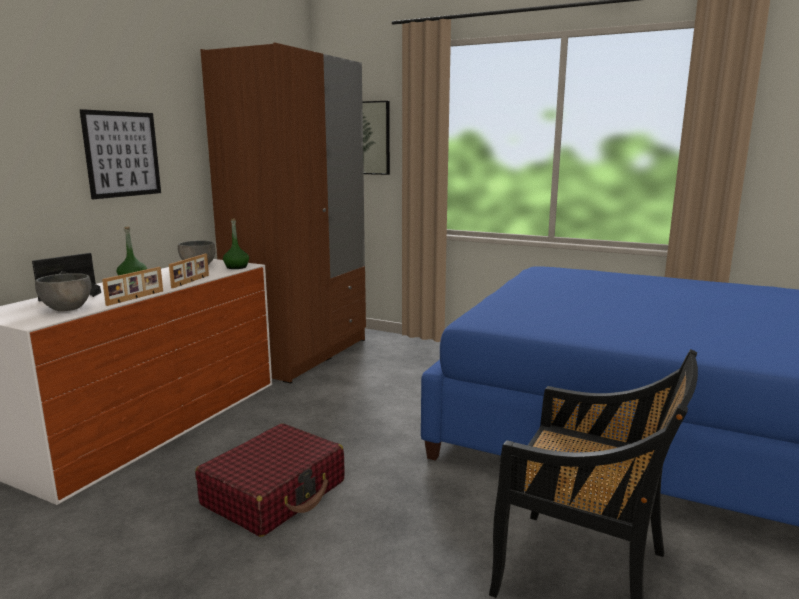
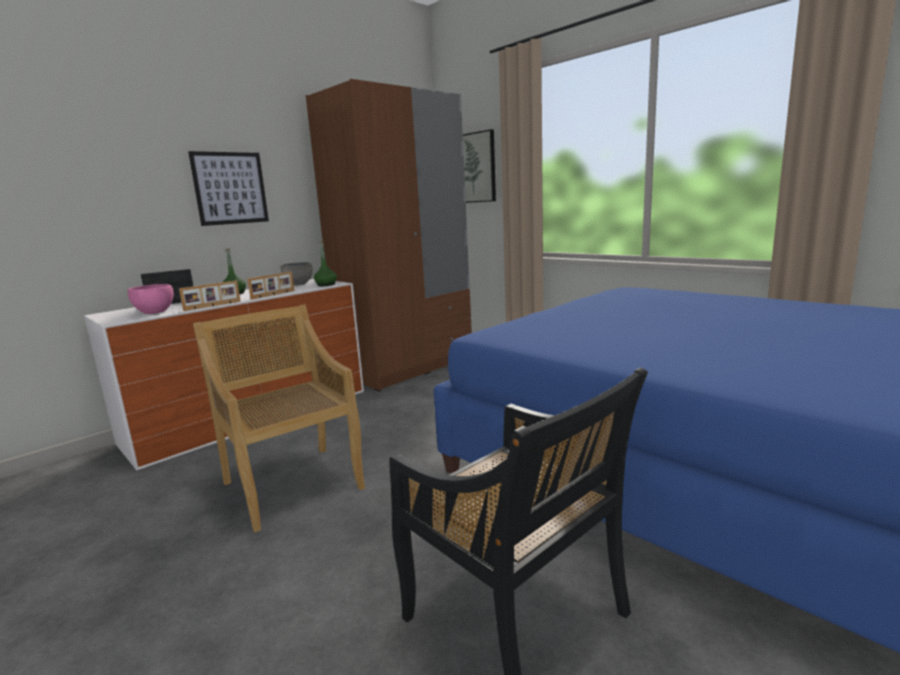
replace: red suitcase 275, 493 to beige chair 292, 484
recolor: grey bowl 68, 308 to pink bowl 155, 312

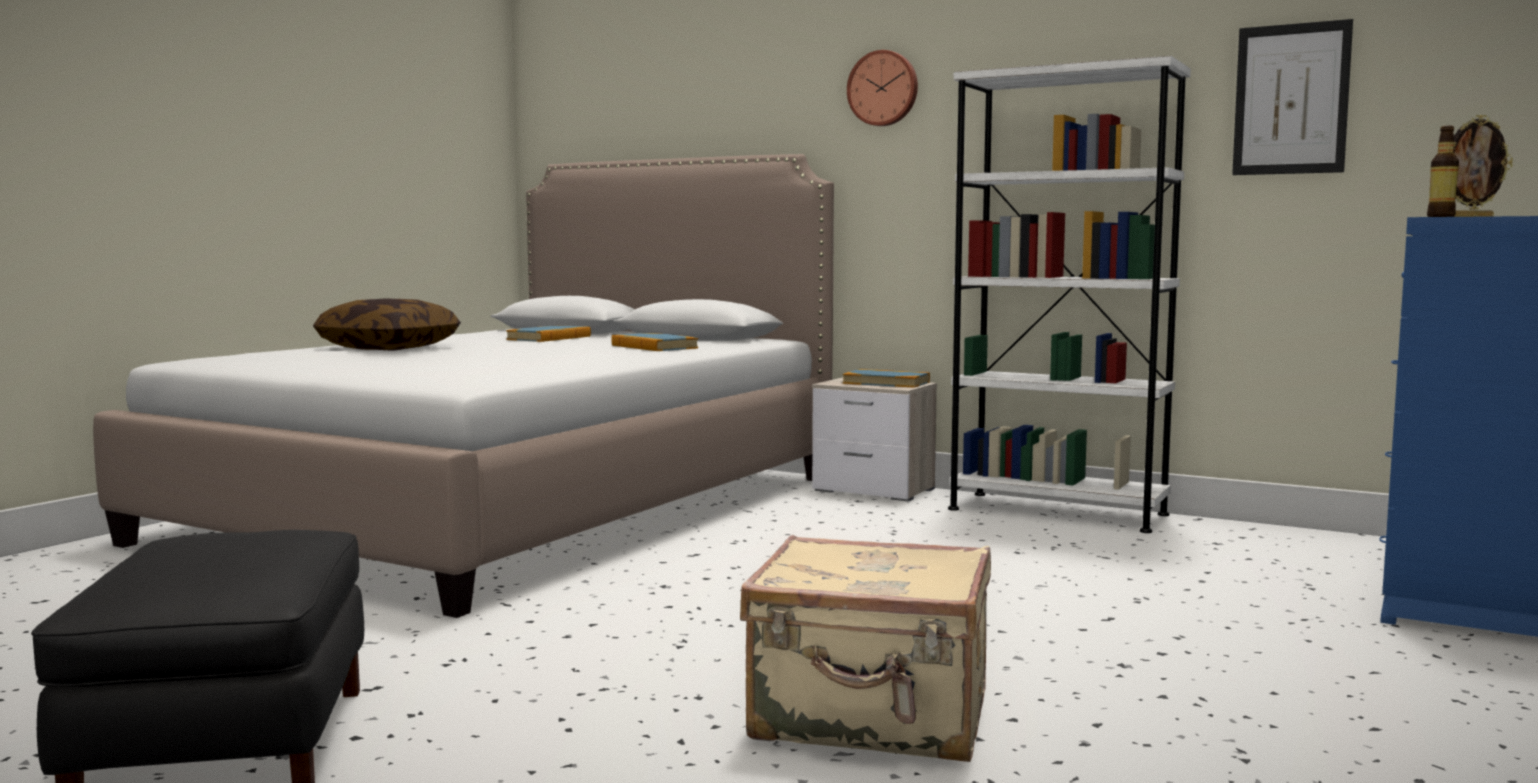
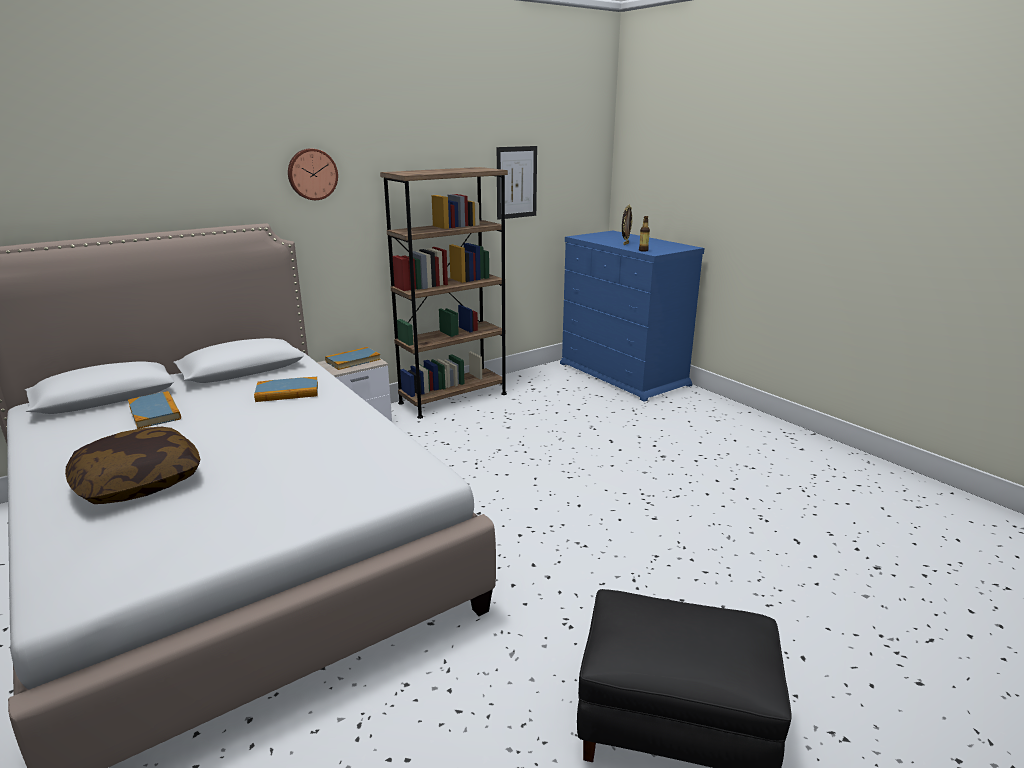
delete: beige suitcase 873, 718
recolor: white bookcase 1057, 512 to brown bookcase 453, 398

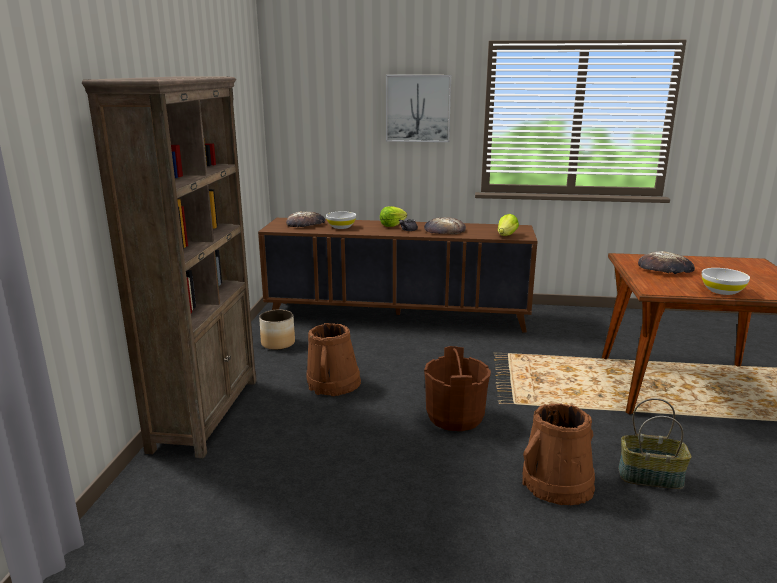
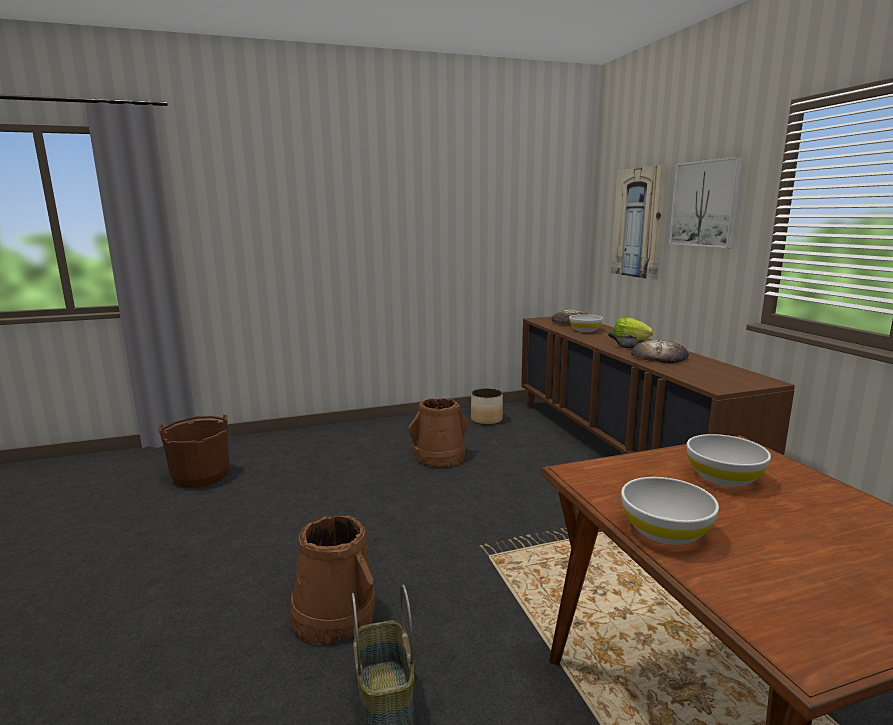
delete: brown bookcase 206, 413; lettuce 506, 235
insert: picture 638, 223
move: brown bucket 455, 416 to 201, 476
replace: bread 665, 269 to white bowl 724, 477

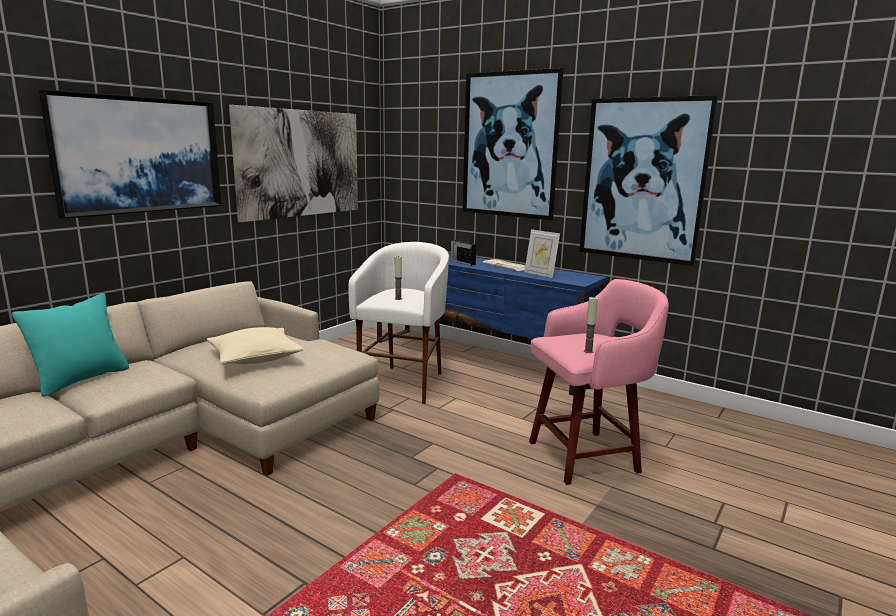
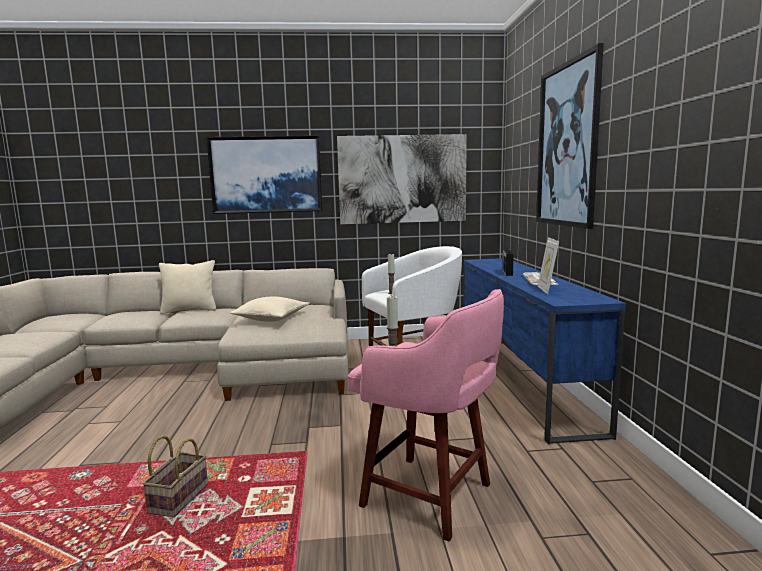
delete: picture 643, 180
insert: basket 179, 497
recolor: turquoise pillow 81, 379 to beige pillow 190, 310

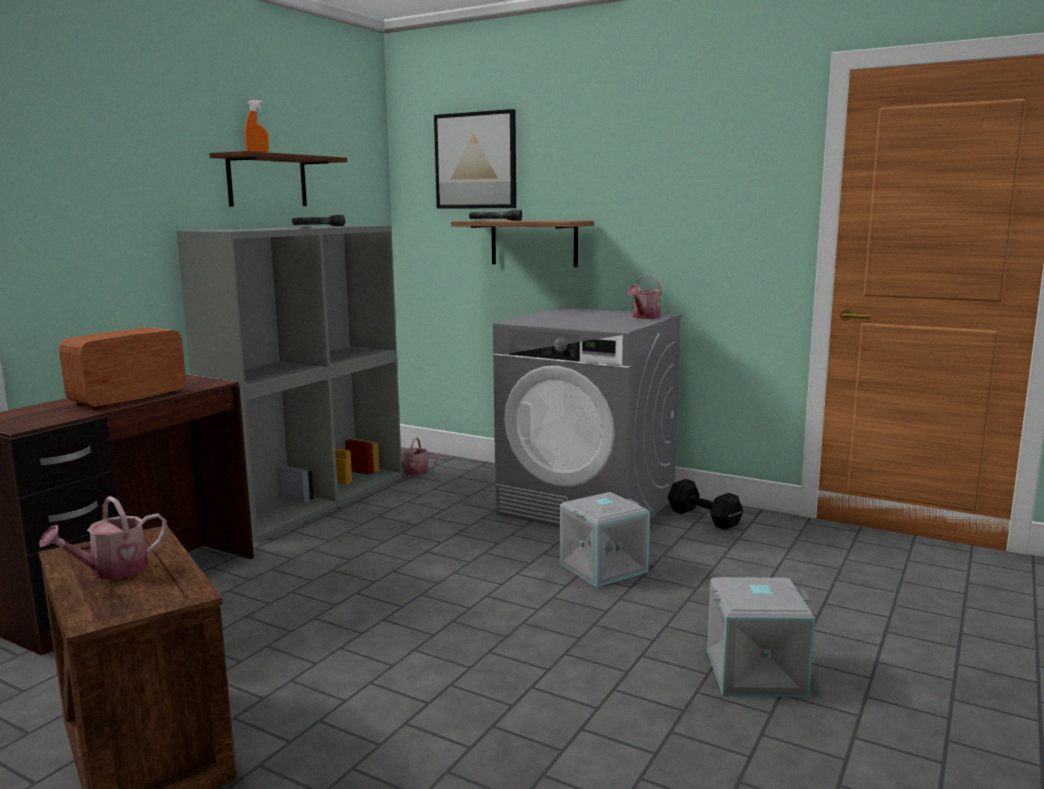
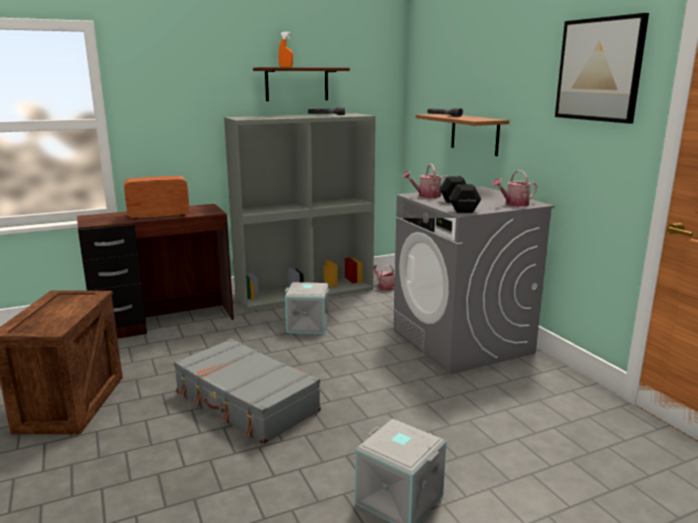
insert: grey suitcase 246, 402
move: watering can 112, 571 to 426, 196; picture 475, 161 to 599, 70; grey storage box 603, 567 to 308, 325; black dumbbell 704, 518 to 458, 206

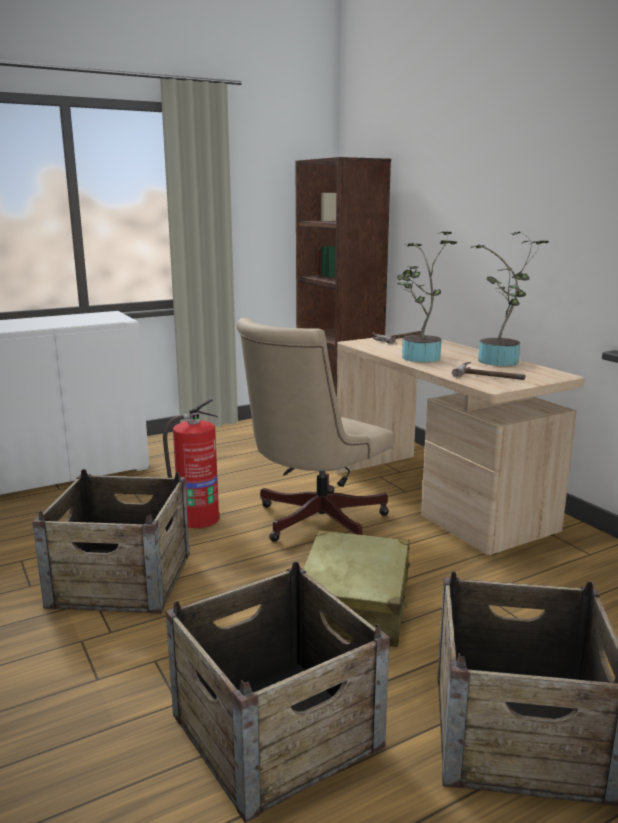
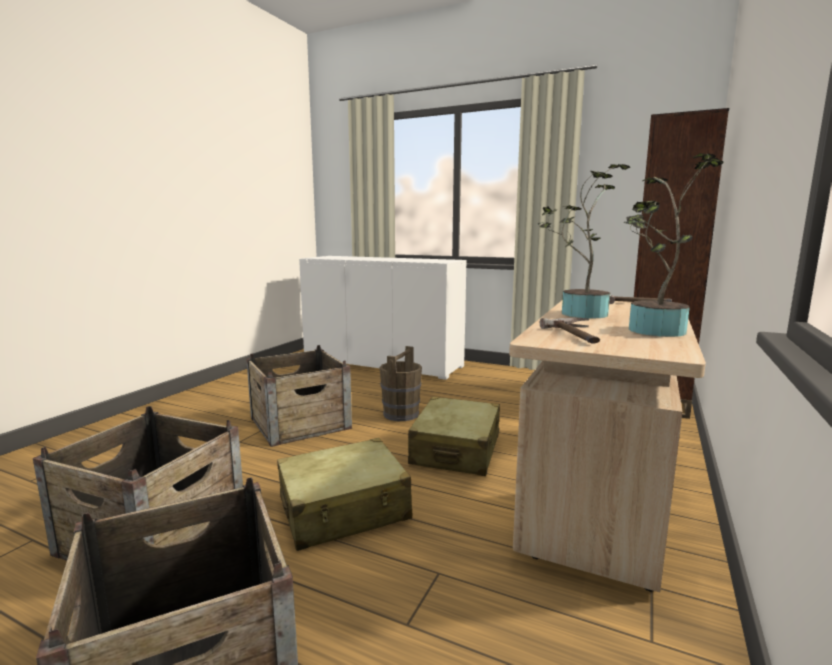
replace: fire extinguisher 197, 519 to brown bucket 401, 414; beige office chair 313, 522 to beige suitcase 456, 450

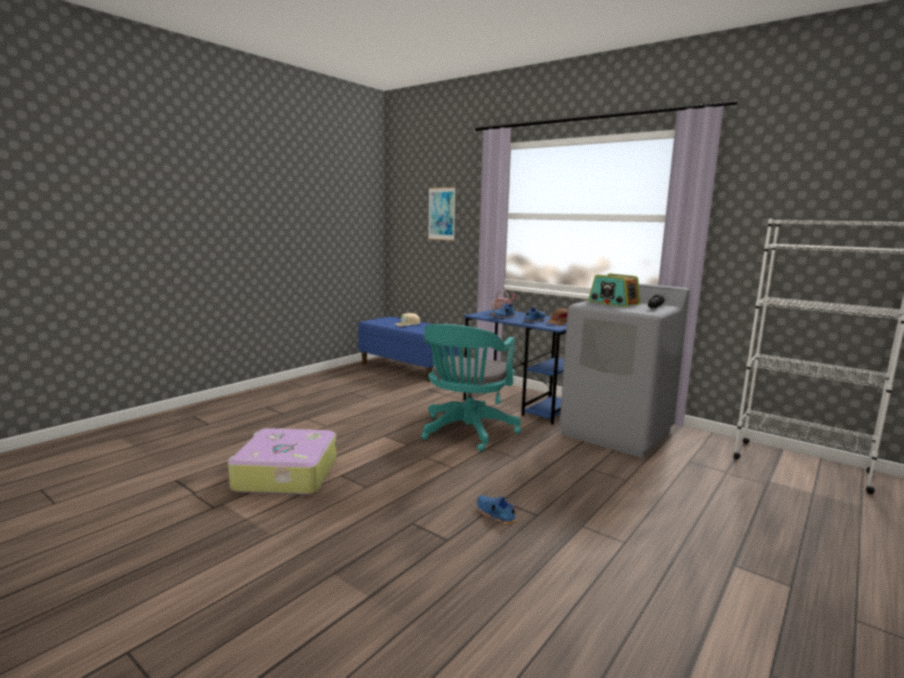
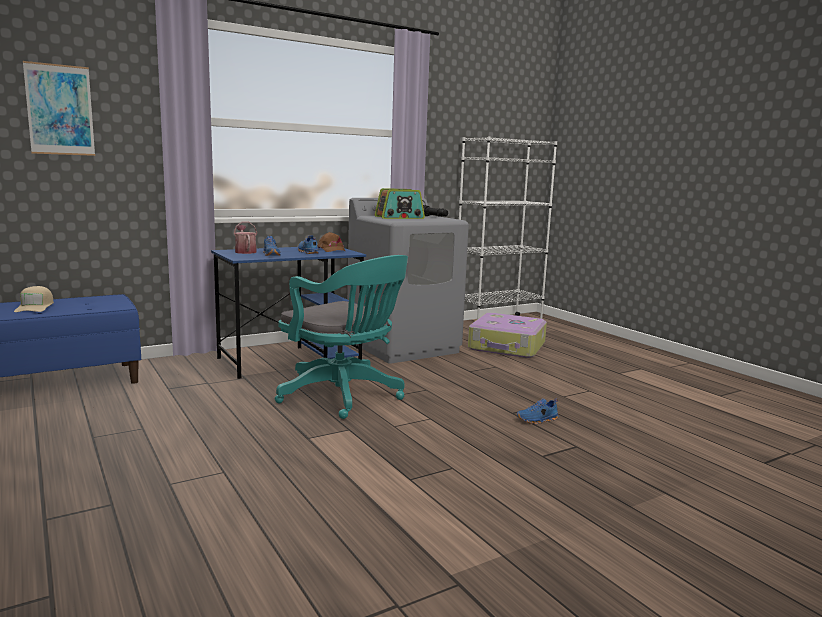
move: suitcase 285, 474 to 507, 346

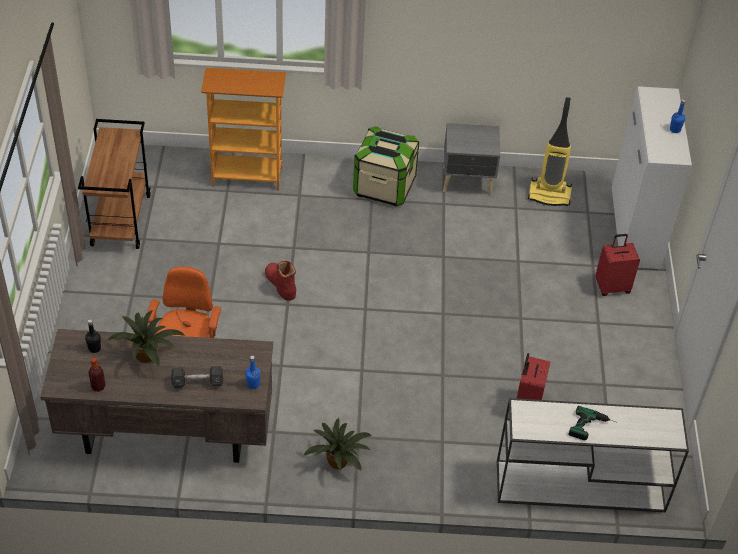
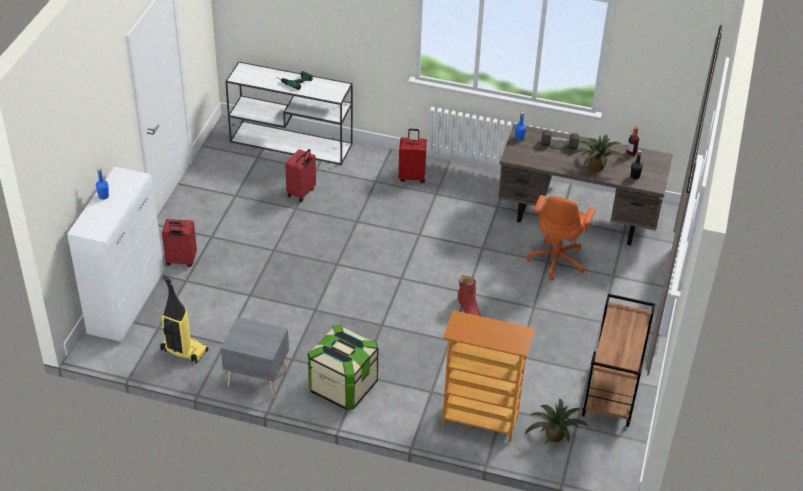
insert: red suitcase 412, 176
move: potted plant 338, 460 to 553, 437

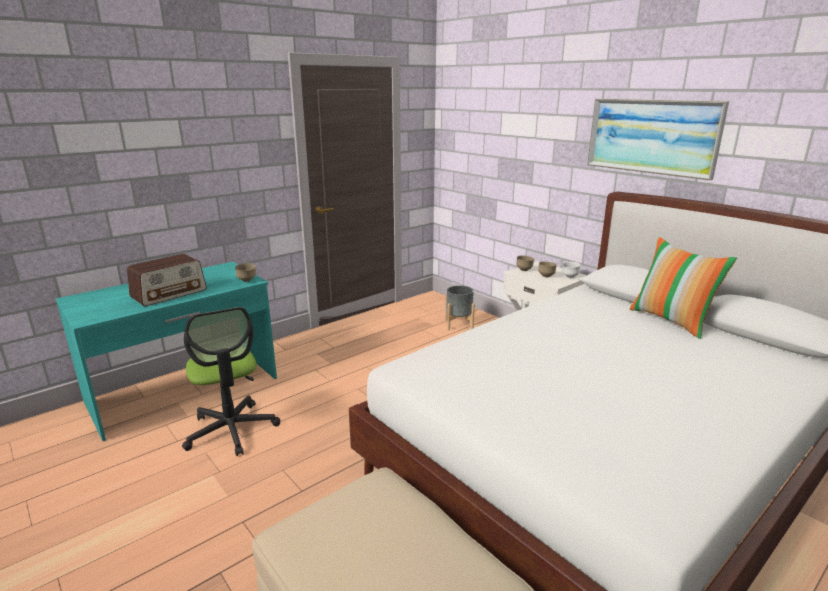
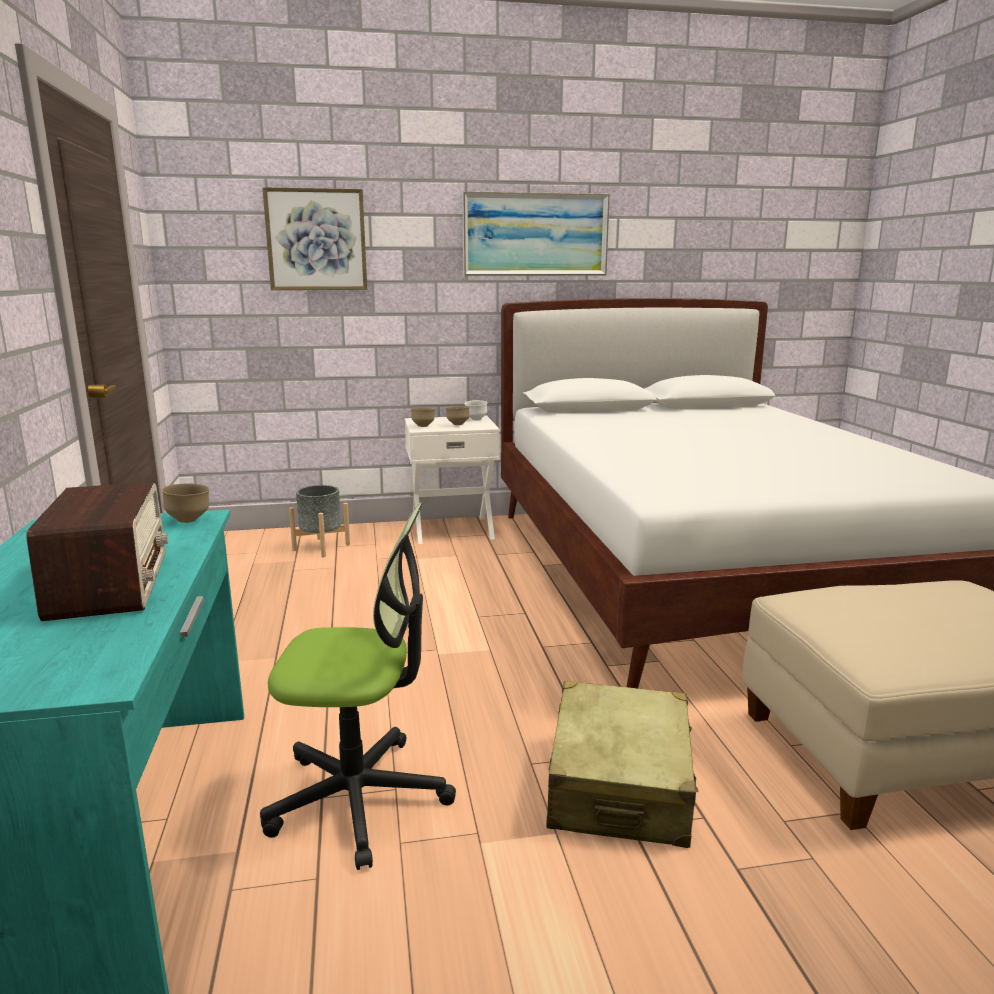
delete: pillow 671, 320
insert: picture 316, 240; beige suitcase 619, 785

